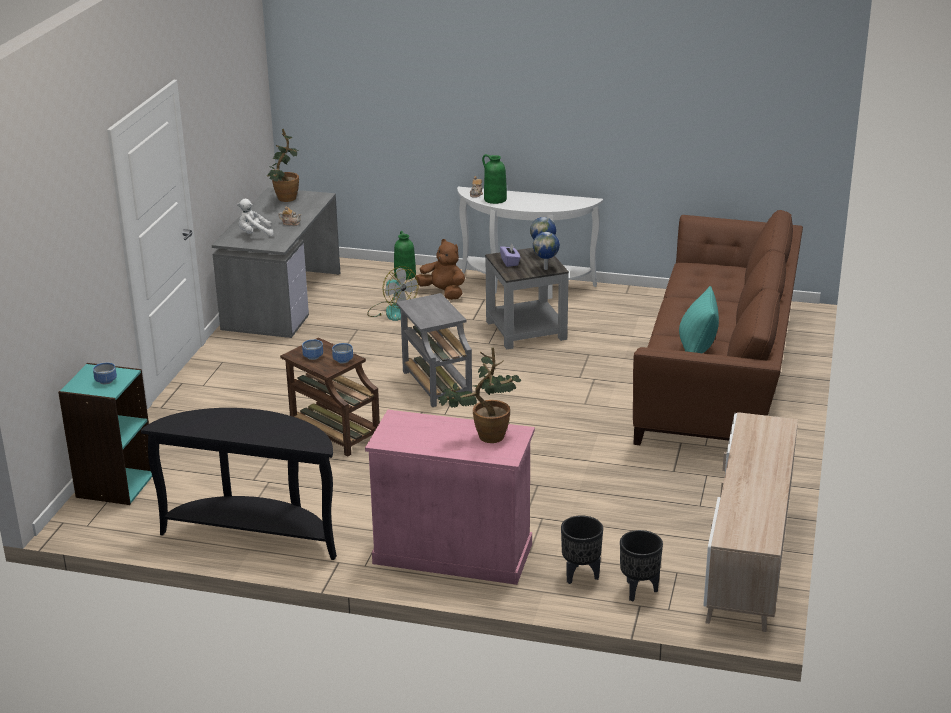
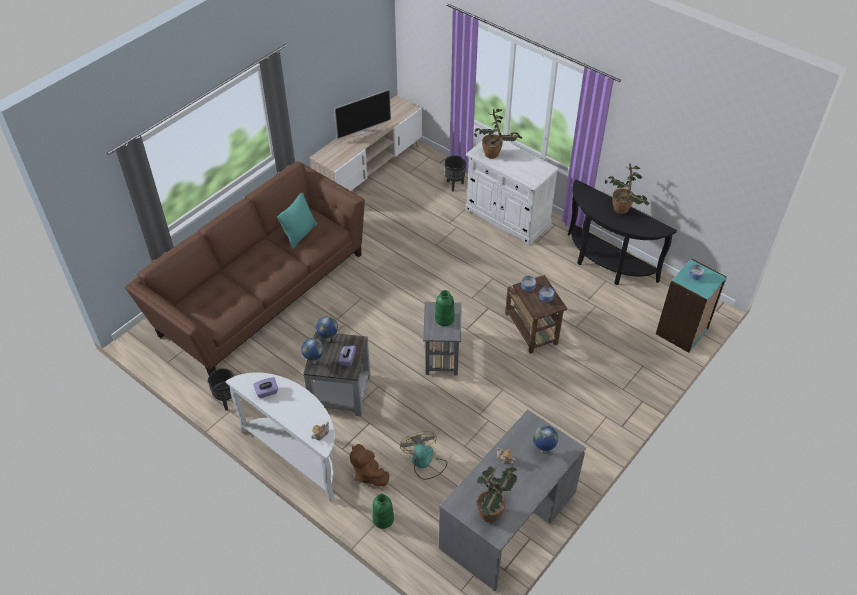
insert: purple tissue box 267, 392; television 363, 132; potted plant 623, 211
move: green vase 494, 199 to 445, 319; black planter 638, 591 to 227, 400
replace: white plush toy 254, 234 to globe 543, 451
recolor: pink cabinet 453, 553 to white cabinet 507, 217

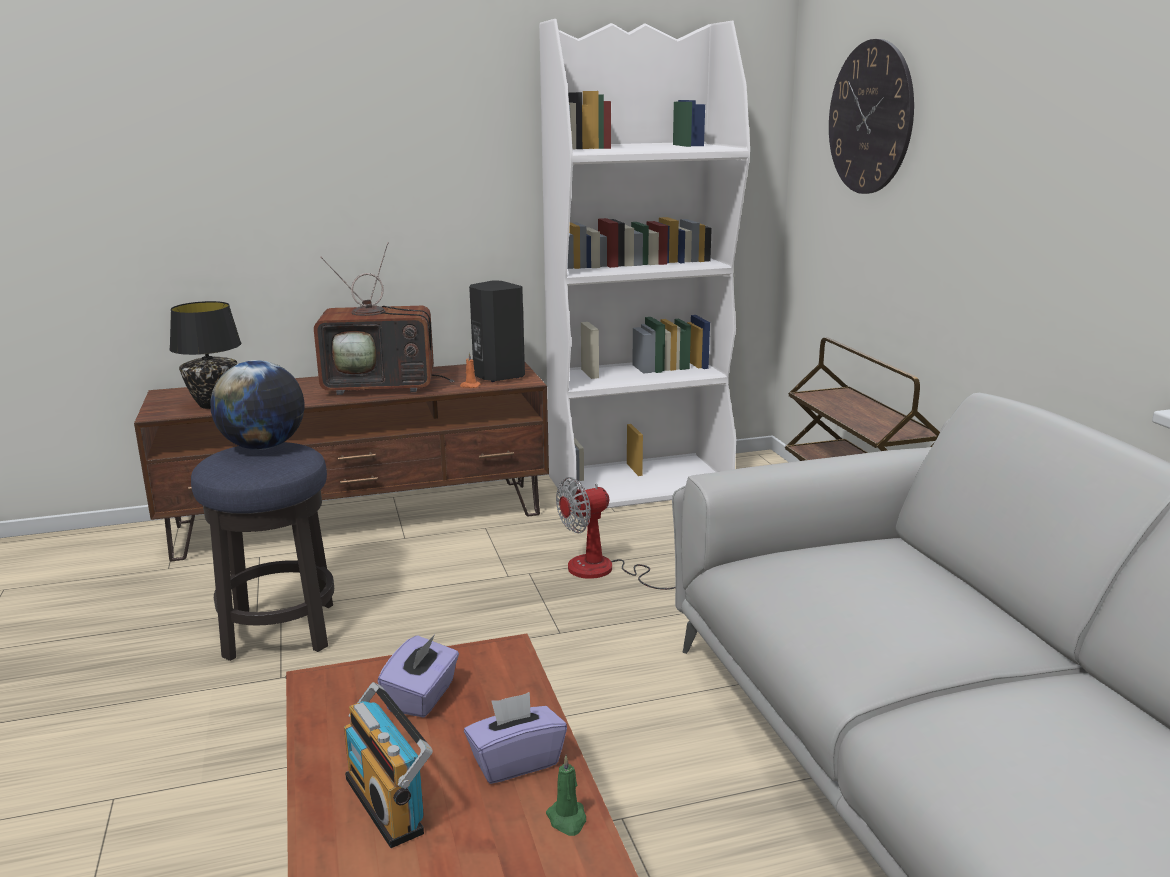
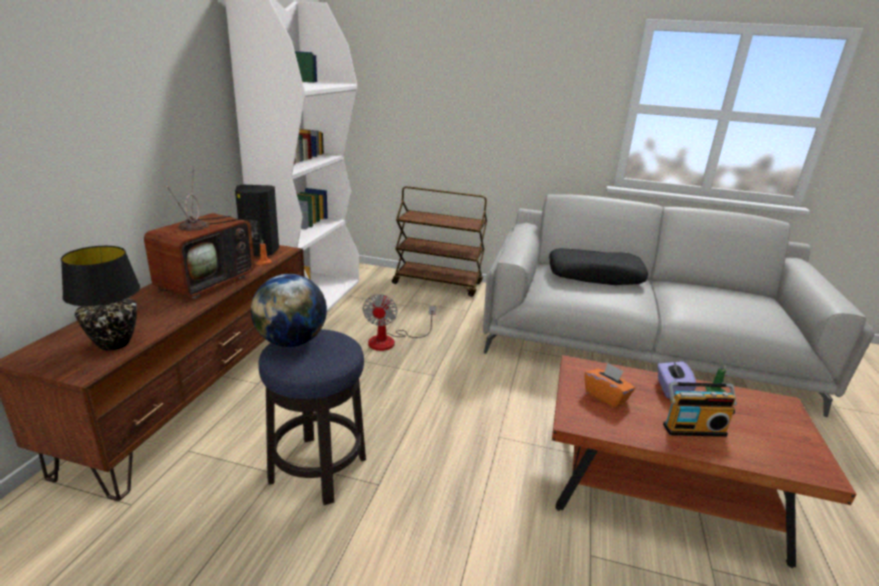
delete: wall clock 870, 118
insert: black pillow 595, 276
recolor: purple tissue box 422, 697 to orange tissue box 606, 396

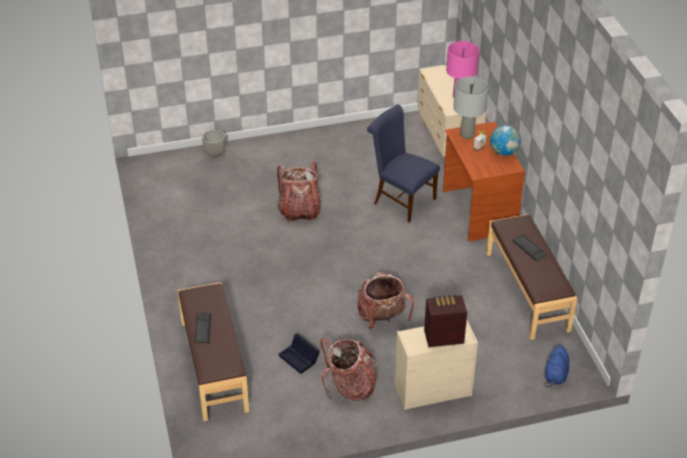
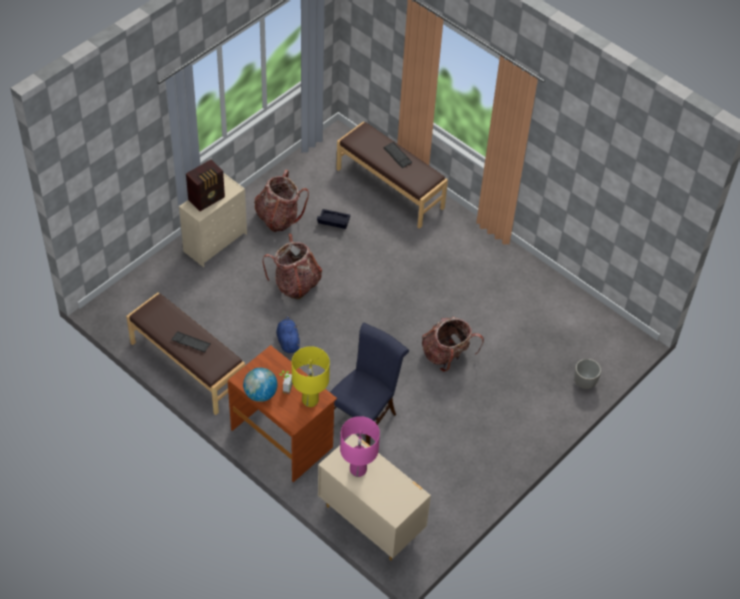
move: blue plush toy 555, 375 to 288, 341
recolor: grey table lamp 467, 134 to yellow table lamp 310, 401
rotate: blue chair 401, 200 = 364, 415 60 degrees counterclockwise

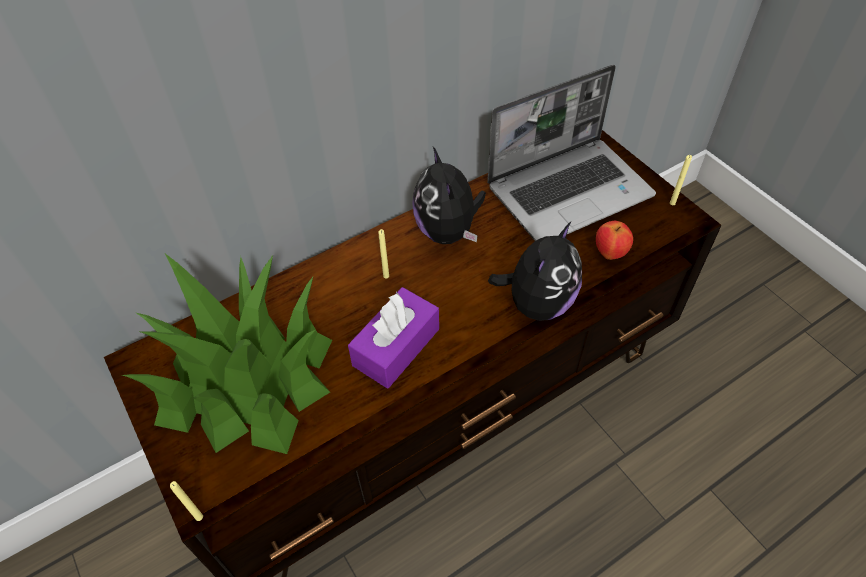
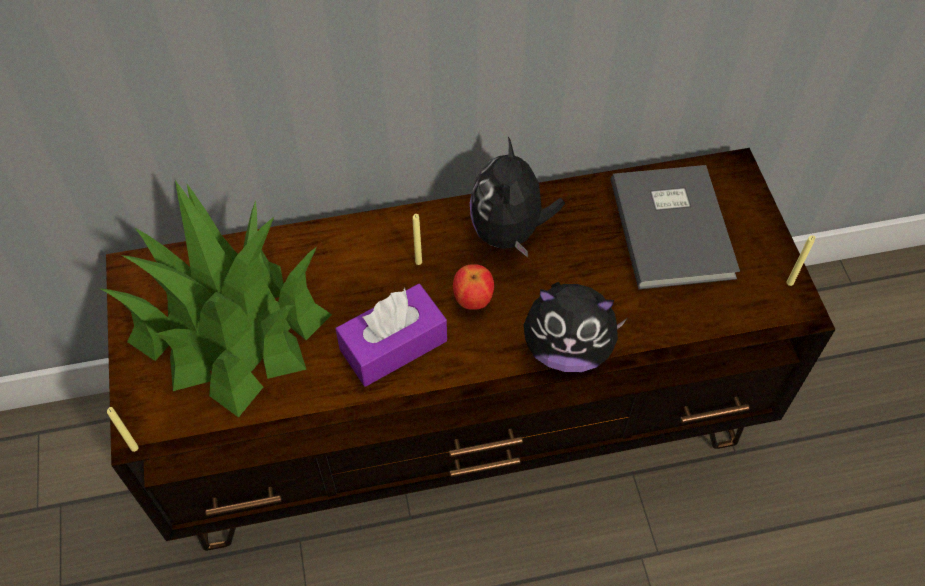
move: apple 610, 253 to 473, 300
replace: laptop 570, 190 to grey book 674, 227
rotate: plush toy 537, 303 = 567, 349 45 degrees clockwise

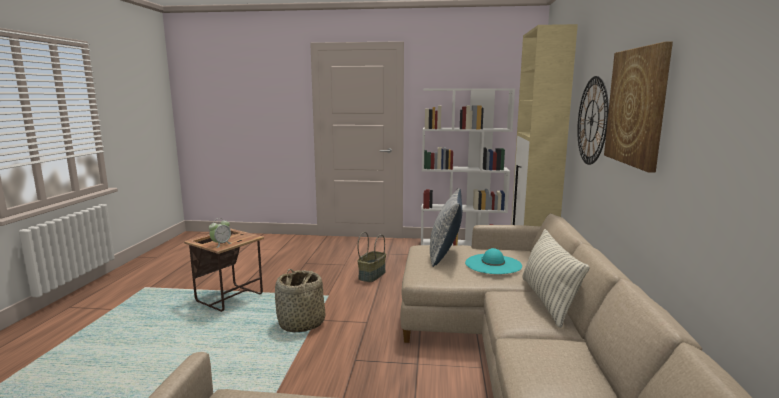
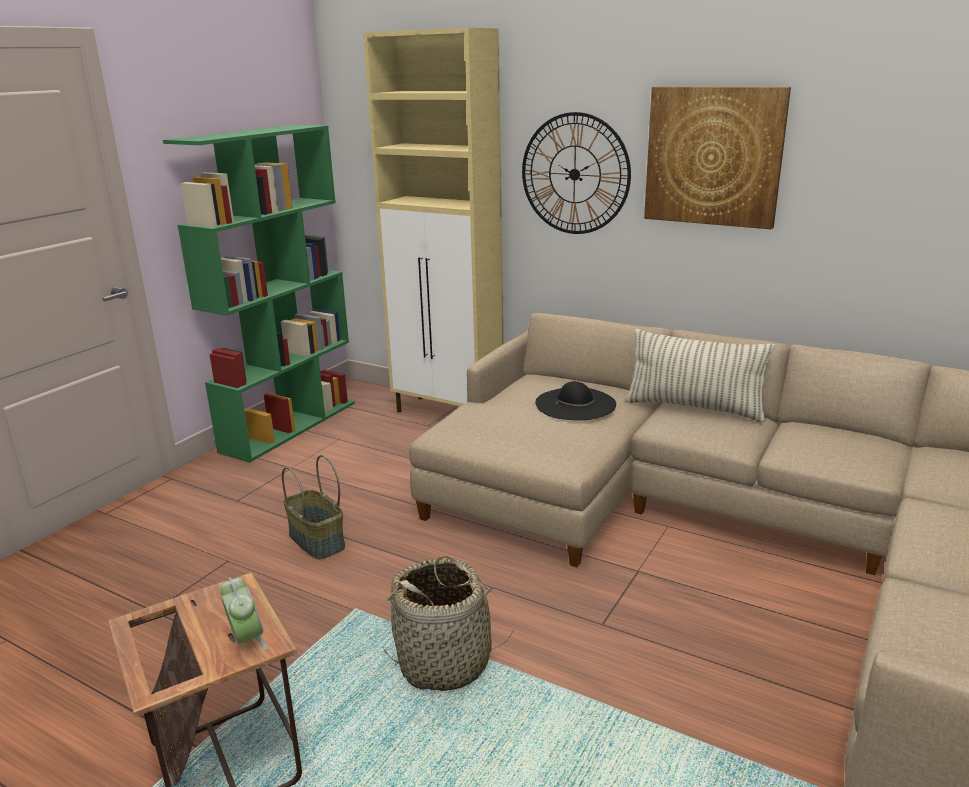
delete: pillow 445, 255
recolor: white bookcase 462, 244 to green bookcase 290, 426; turquoise hat 493, 264 to black hat 575, 404

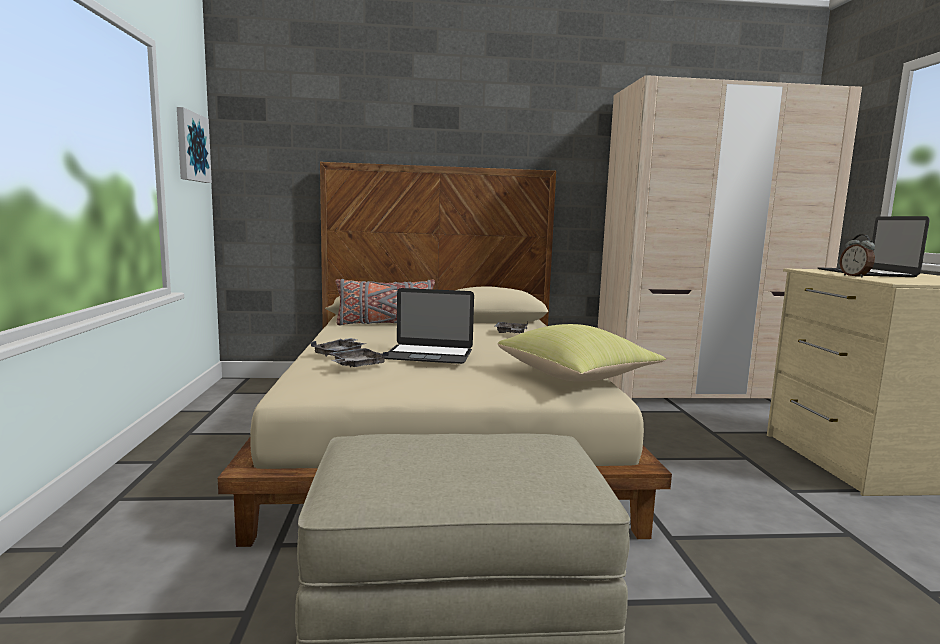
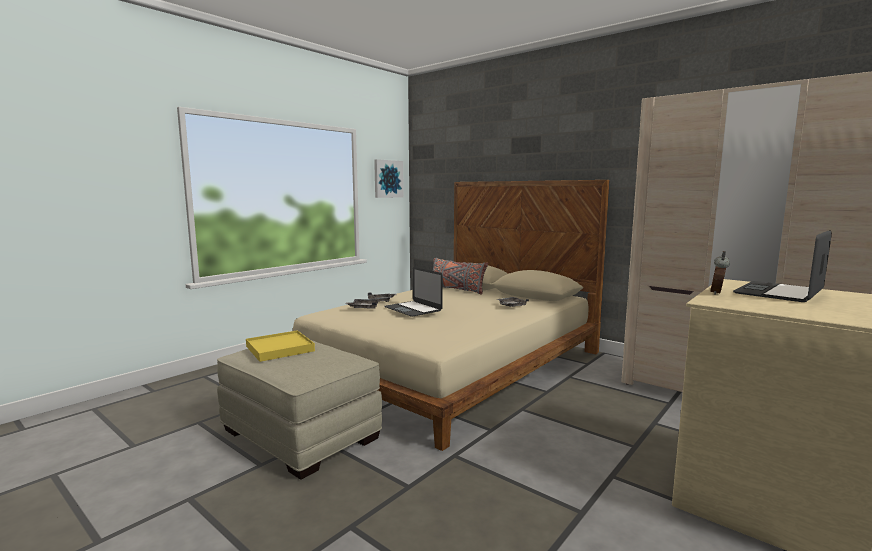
delete: yellow pillow 577, 377
insert: yellow tray 279, 348

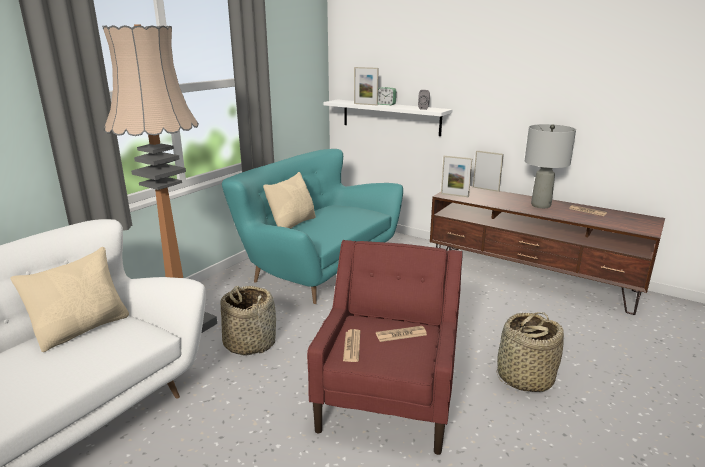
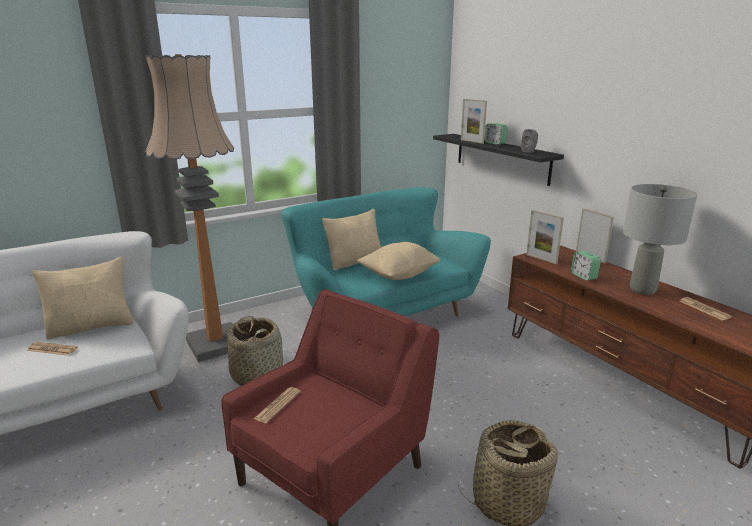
insert: beige pillow 399, 275; alarm clock 583, 276
move: newspaper 401, 334 to 52, 349
recolor: white shelf 390, 117 to black shelf 501, 158

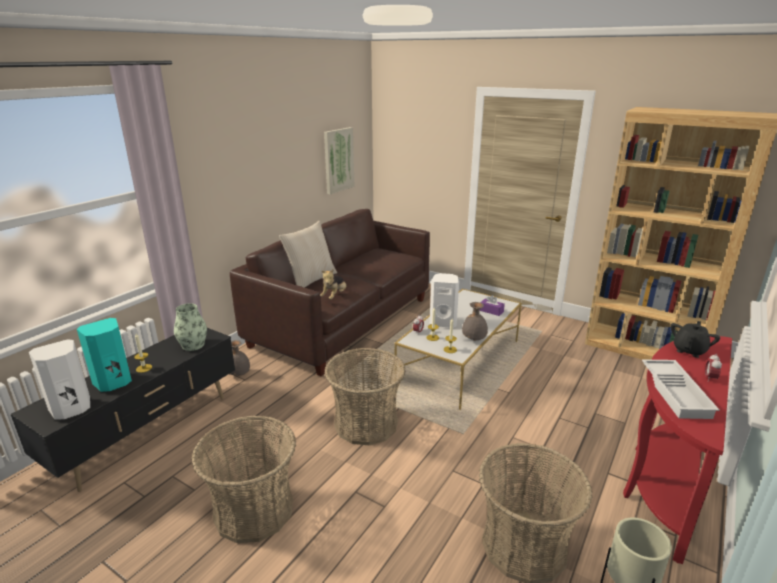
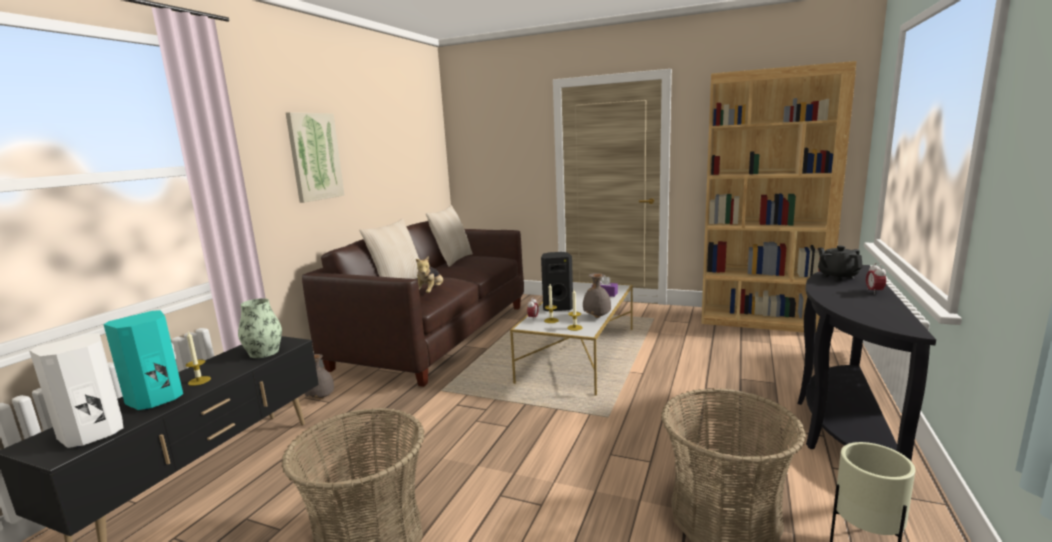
delete: basket 366, 423; white tray 677, 393
insert: beige pillow 452, 260
move: picture 338, 160 to 315, 156
recolor: white speaker 443, 322 to black speaker 557, 308; red console table 662, 482 to black console table 840, 428
rotate: black teapot 689, 350 = 837, 276 45 degrees counterclockwise

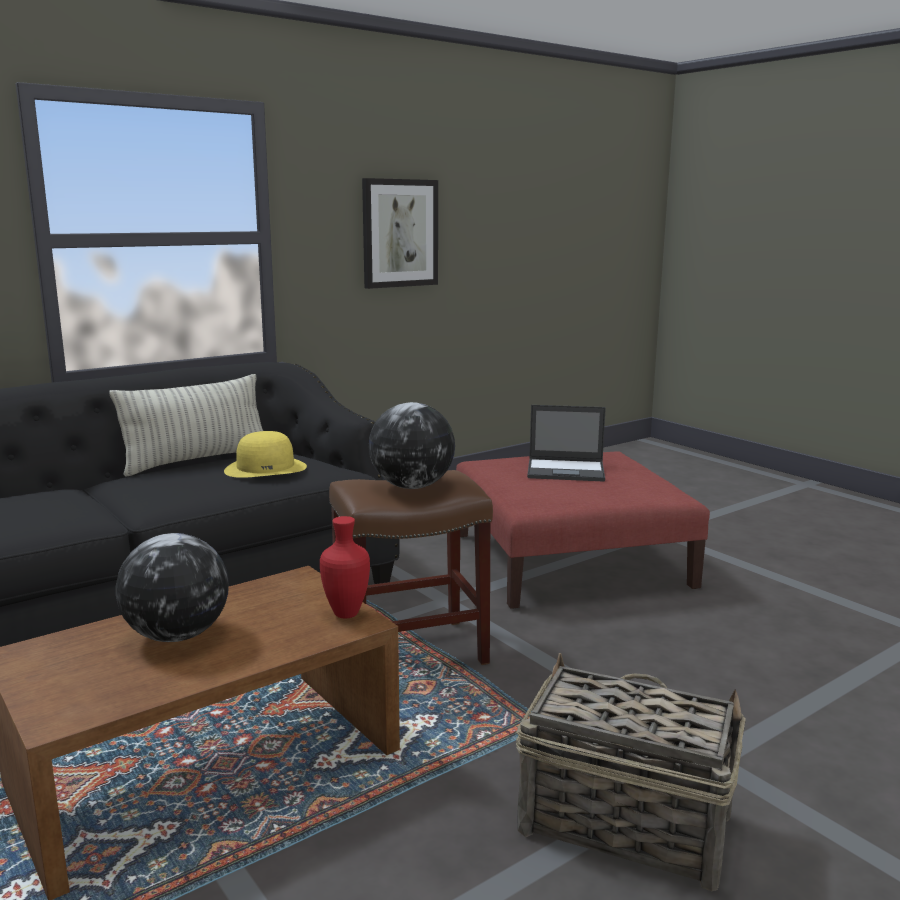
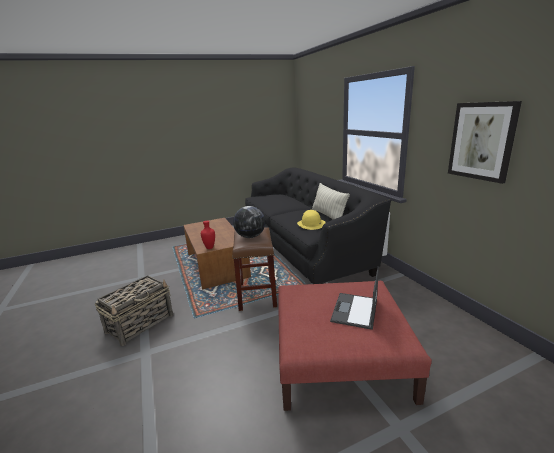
delete: globe 176, 636

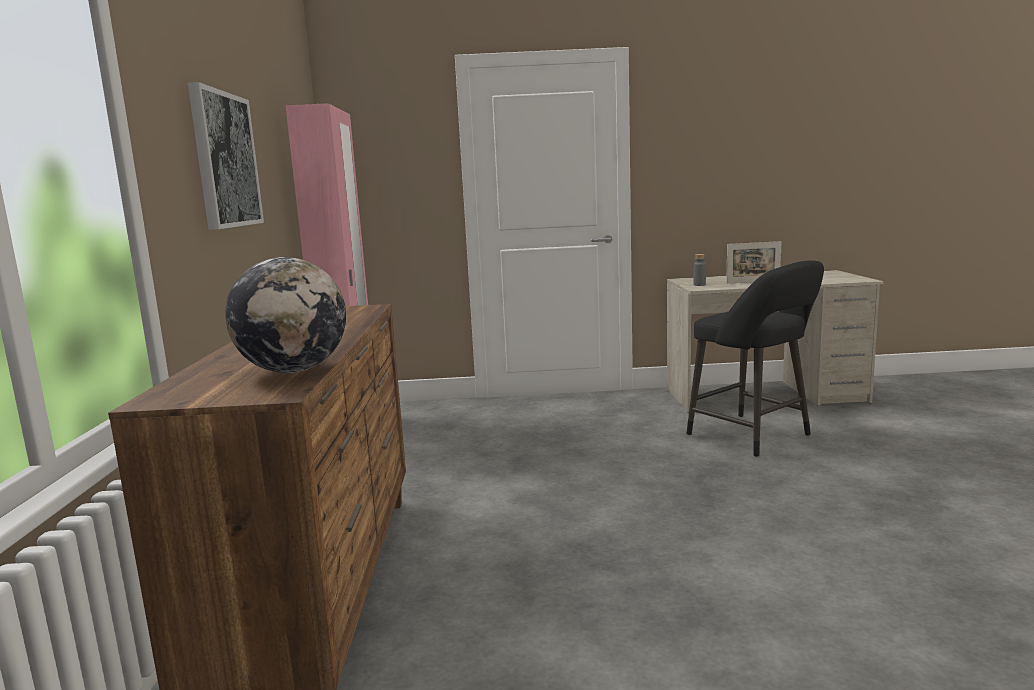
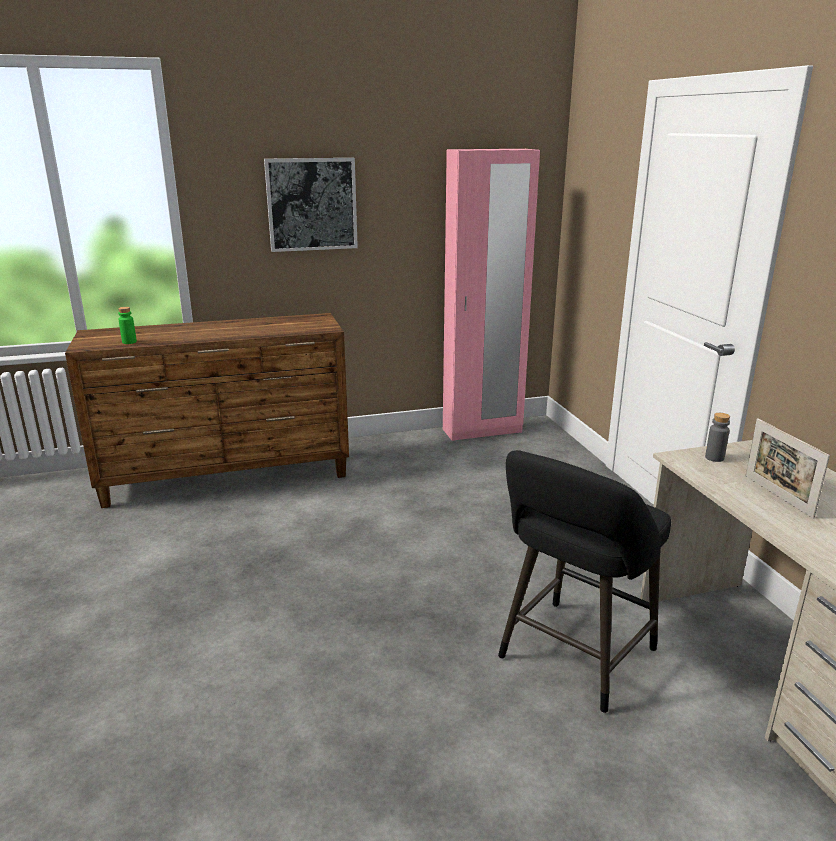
replace: globe 294, 370 to green bottle 129, 342

